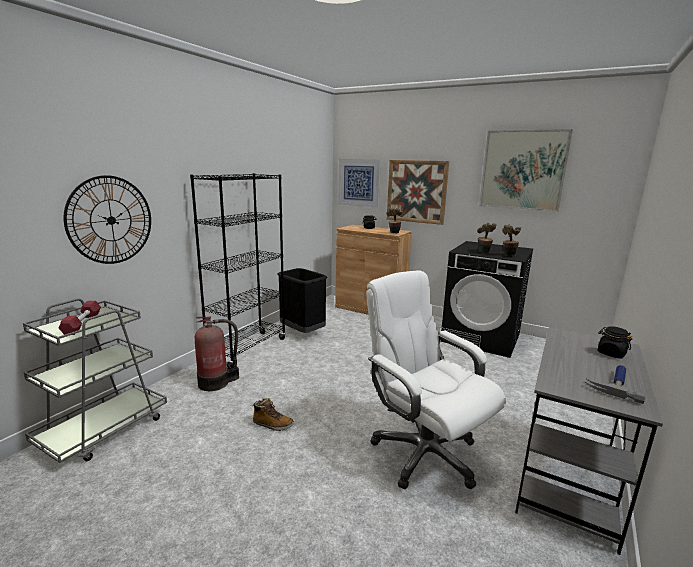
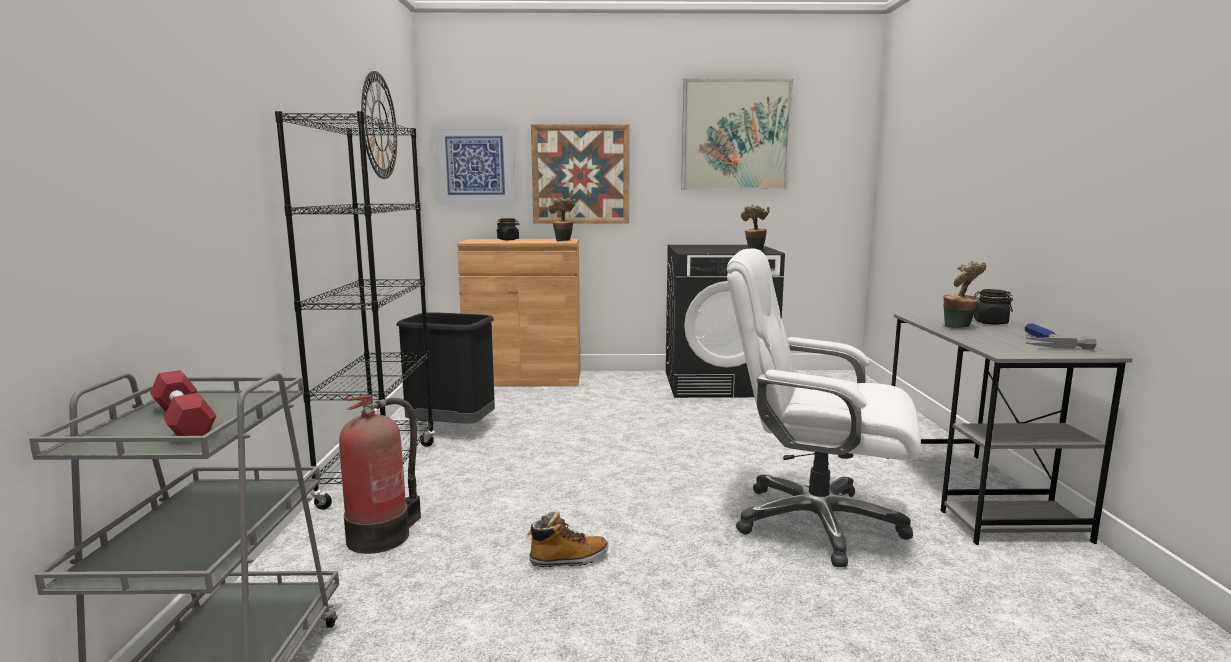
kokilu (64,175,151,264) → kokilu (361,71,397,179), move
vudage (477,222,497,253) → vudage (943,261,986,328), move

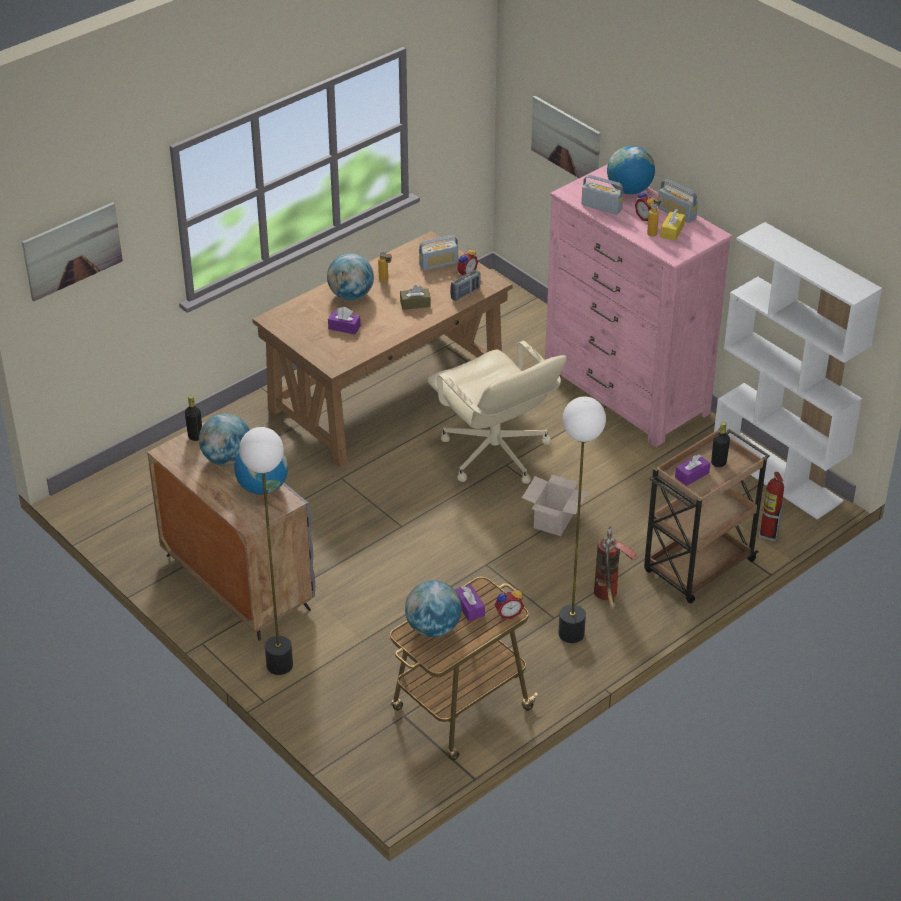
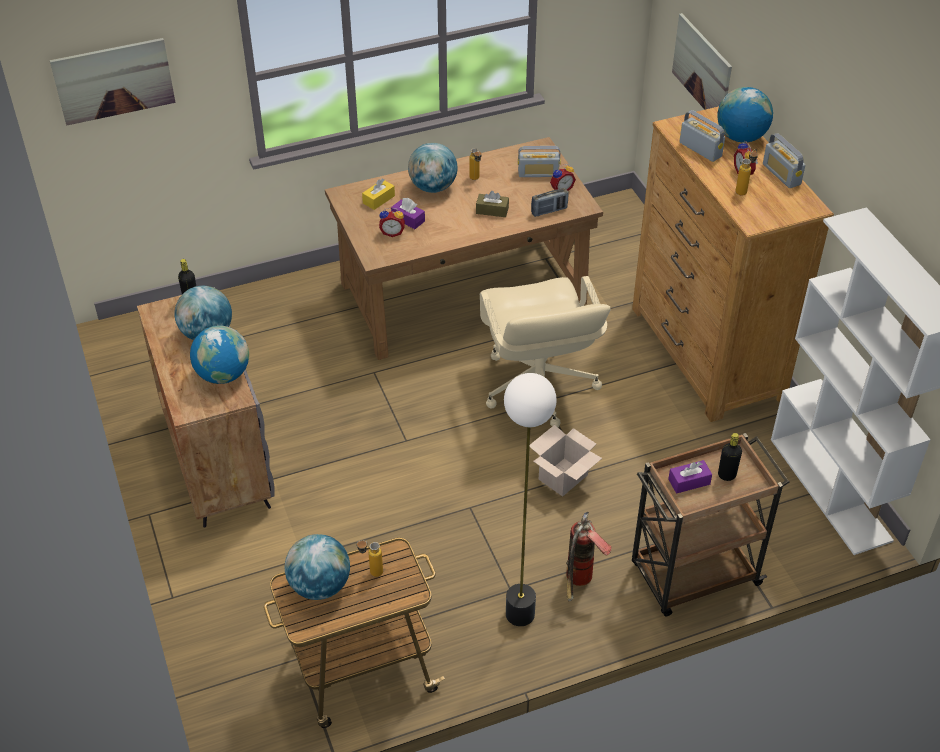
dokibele (239,427,293,675) → -
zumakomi (758,472,784,541) → -
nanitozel (495,588,524,619) → nanitozel (379,207,405,237), move
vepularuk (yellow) (660,209,685,241) → vepularuk (yellow) (362,178,395,210), move
vepularuk (purple) (455,584,485,621) → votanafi (356,540,383,577)
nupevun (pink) (545,164,733,447) → nupevun (brown) (632,106,834,422)

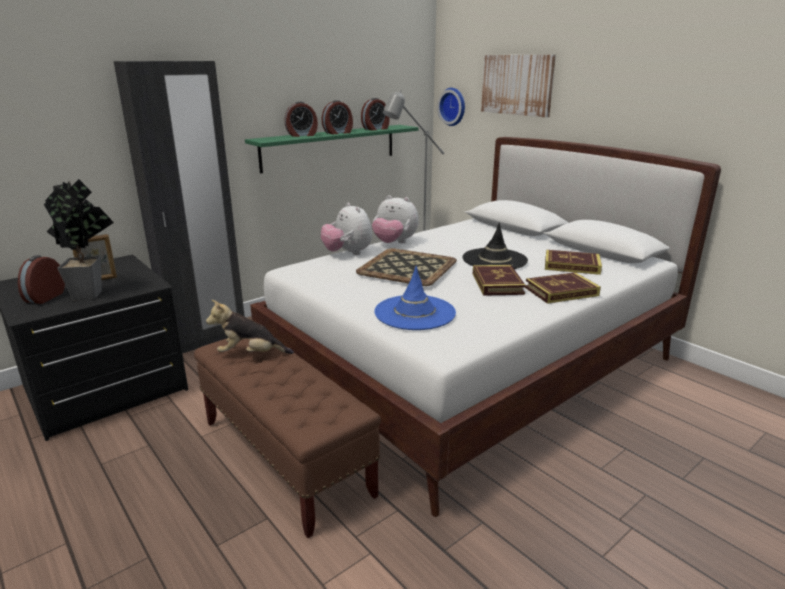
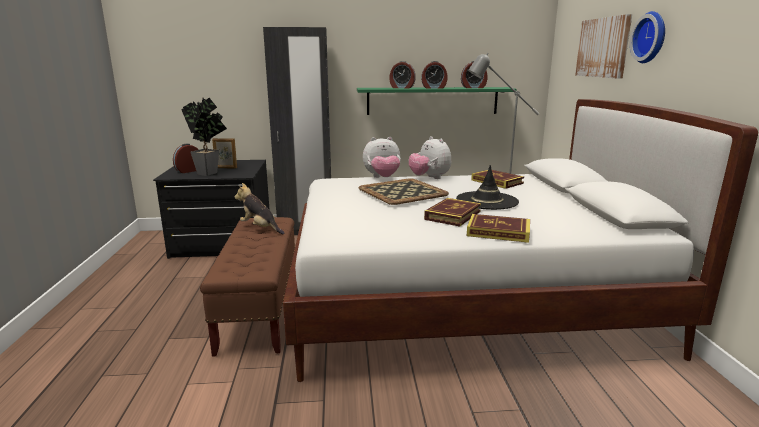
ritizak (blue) (375,266,456,330) → -
kokilu (437,88,465,126) → kokilu (630,11,665,63), move
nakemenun (545,250,602,275) → nakemenun (471,170,524,189), move
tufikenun (321,202,372,255) → tufikenun (363,137,401,178), 105 degrees counterclockwise

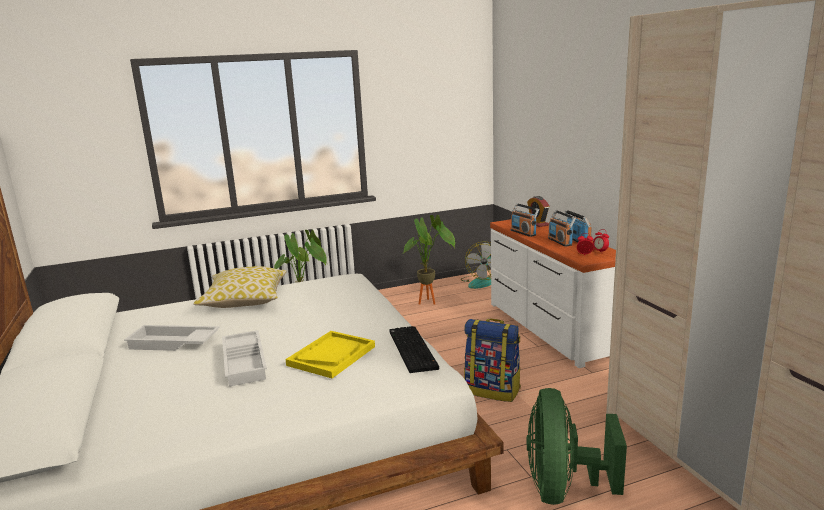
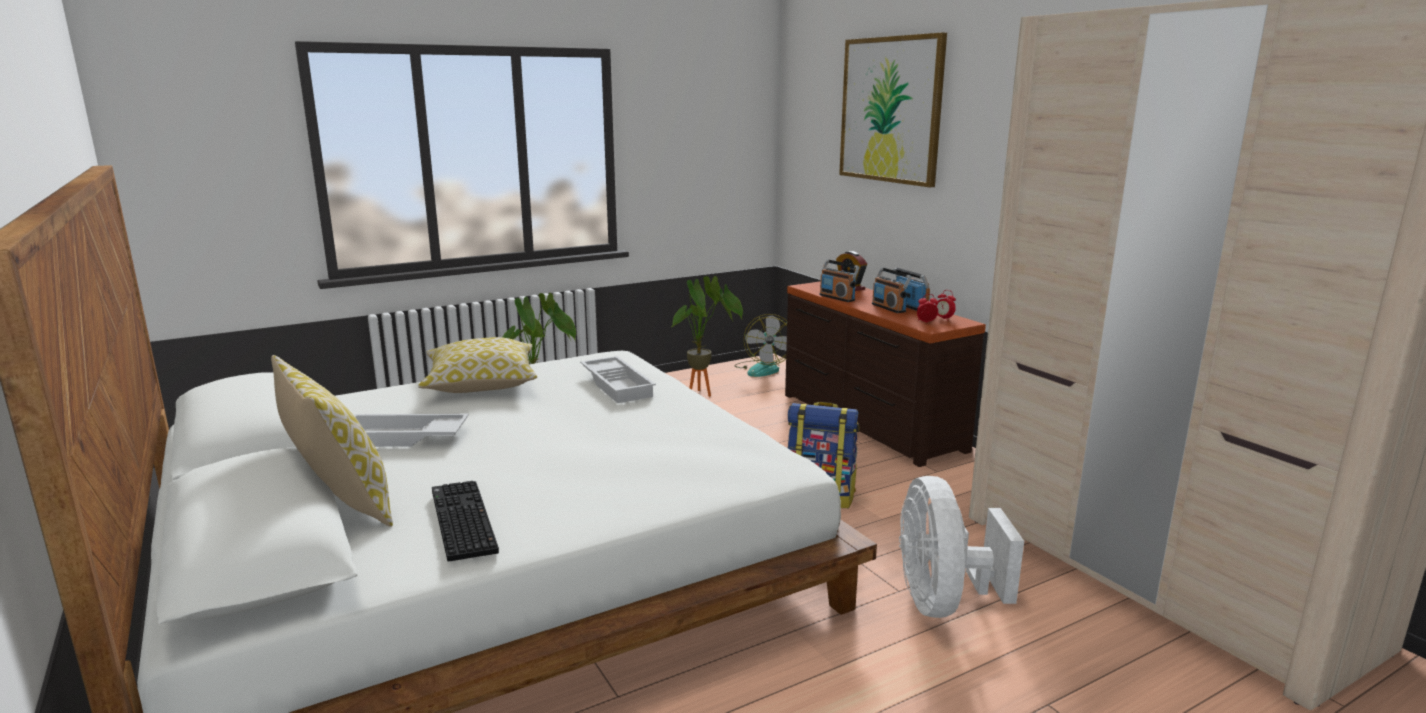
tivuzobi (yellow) (285,331,375,378) → -
- → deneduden (271,355,393,527)
- → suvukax (839,33,947,187)
tivuzobi (white) (222,330,267,387) → tivuzobi (white) (580,356,656,403), move
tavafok (389,326,439,373) → tavafok (432,481,499,562), move
nupevun (white) (490,219,616,368) → nupevun (brown) (785,281,986,467)
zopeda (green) (527,388,627,505) → zopeda (white) (899,476,1024,618)

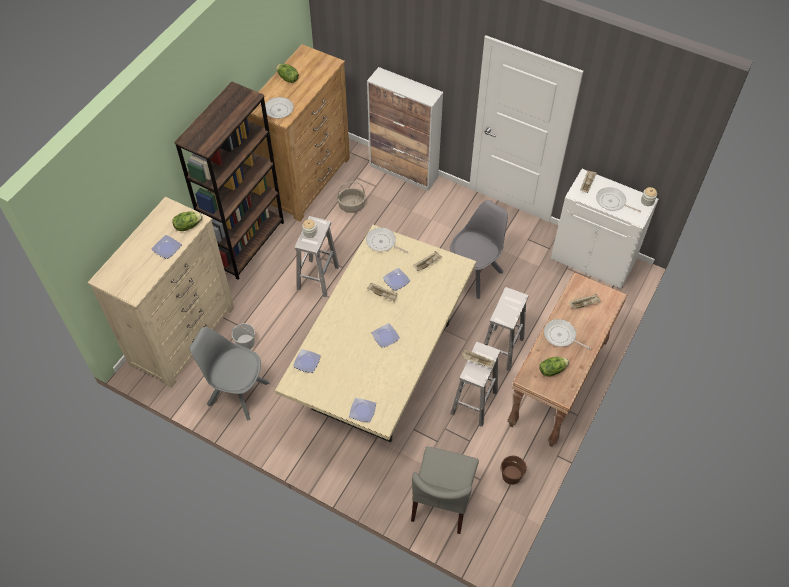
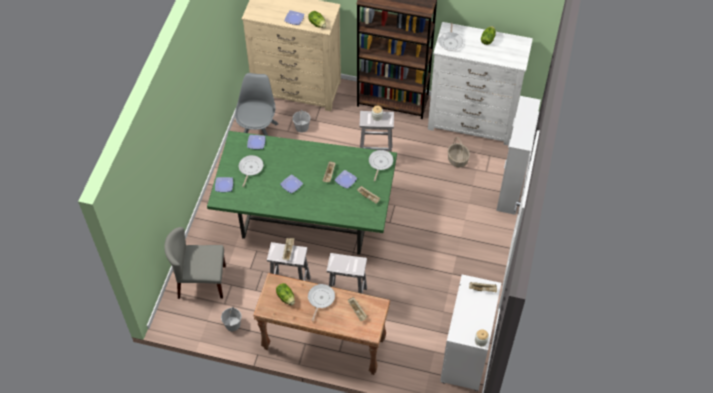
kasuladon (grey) (450,200,508,299) → -
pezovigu (596,187,641,212) → pezovigu (239,155,263,187), move
nupevun (brown) (247,44,350,221) → nupevun (white) (428,22,533,145)
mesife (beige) (275,225,476,442) → mesife (green) (207,131,397,255)
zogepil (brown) (501,456,527,485) → zogepil (white) (221,307,241,331)

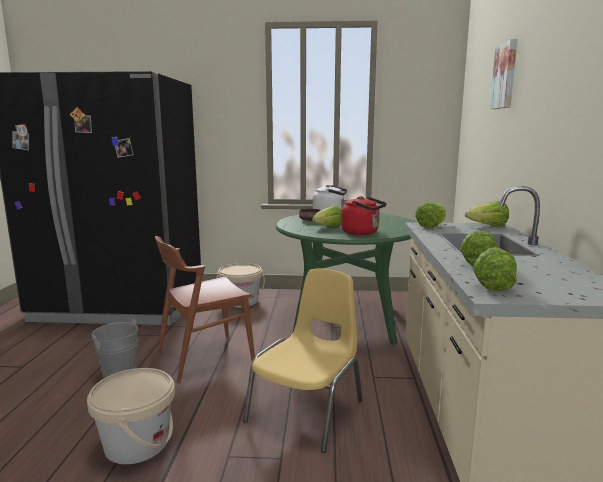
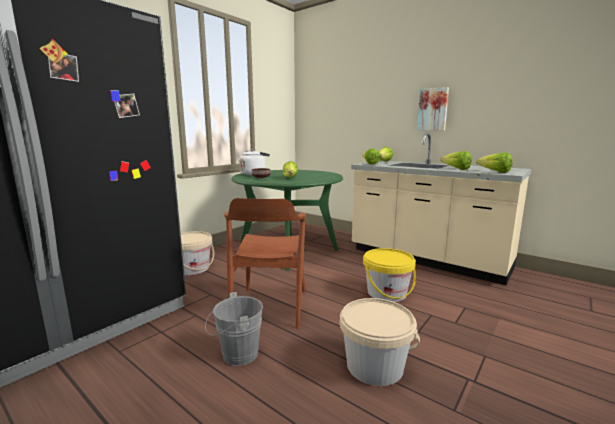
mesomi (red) (341,196,387,235) → -
suvukax (490,39,518,109) → suvukax (417,87,449,131), move
kasuladon (yellow) (243,268,362,453) → zogepil (yellow) (363,248,416,302)

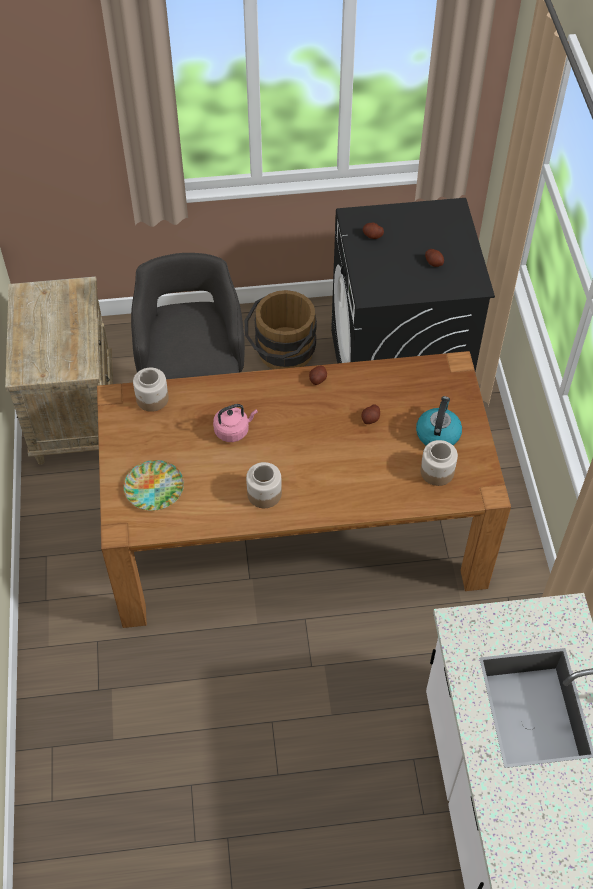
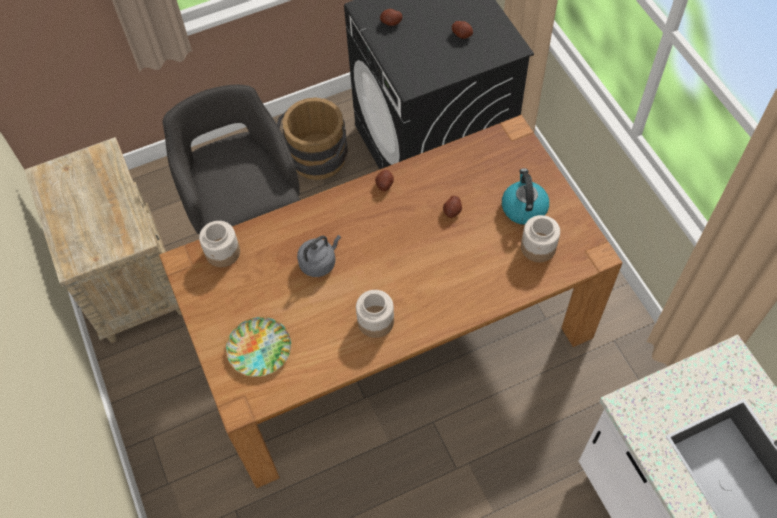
mesomi (pink) (213,404,258,442) → mesomi (grey) (297,235,341,277)

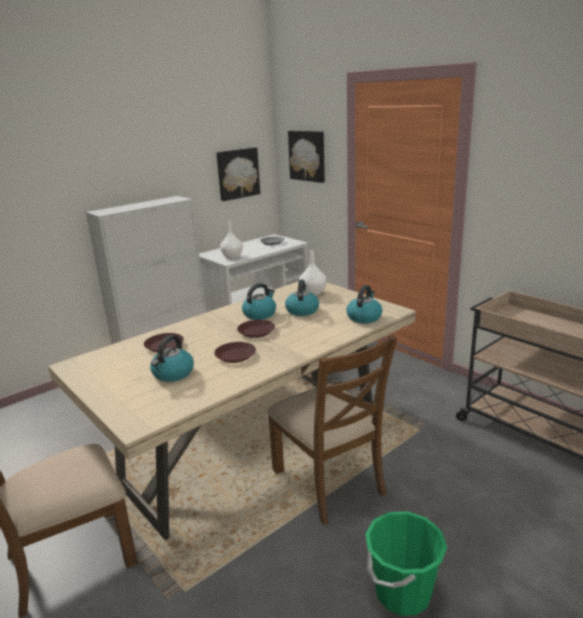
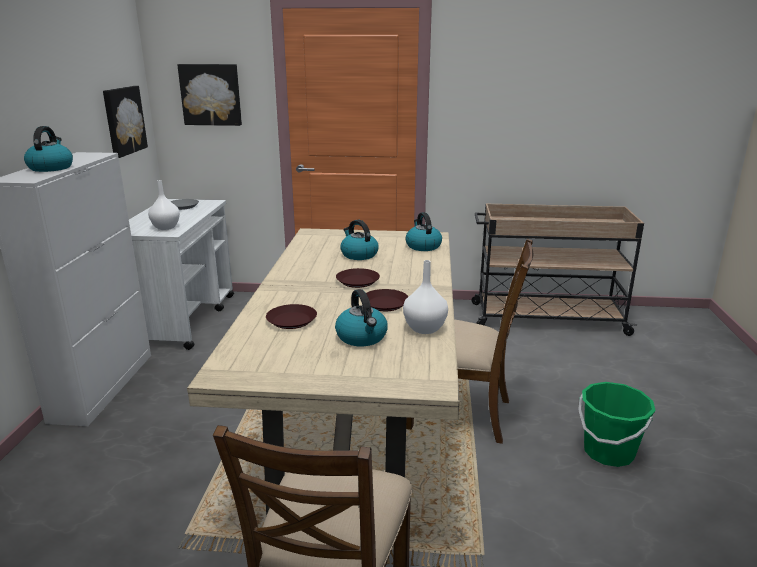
mesomi (242,283,276,320) → mesomi (24,126,73,172), move
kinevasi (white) (299,250,327,296) → kinevasi (white) (403,260,448,334), move

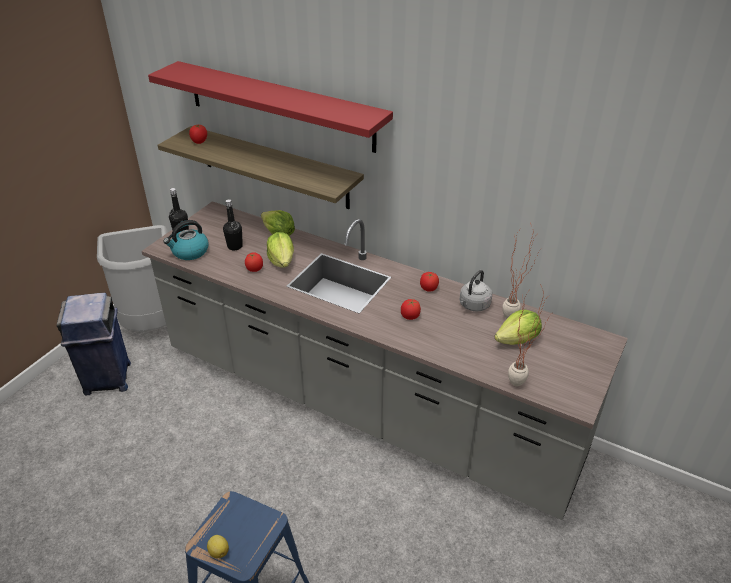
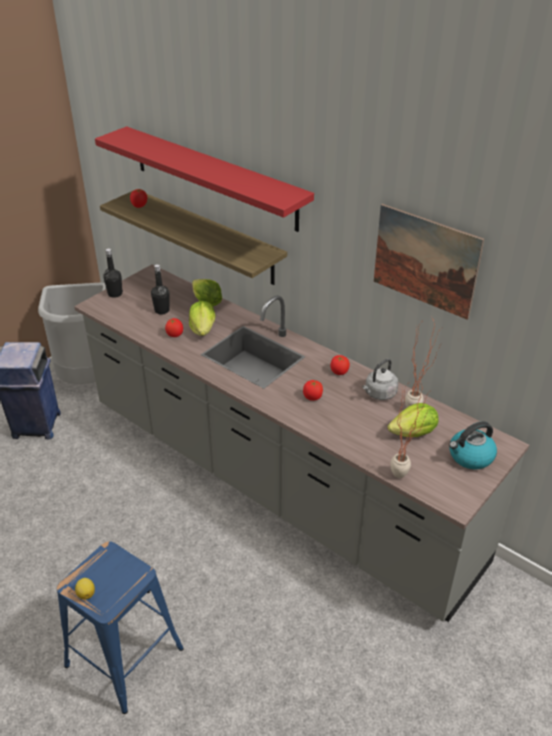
- → suvukax (374,204,484,320)
mesomi (163,220,209,260) → mesomi (449,421,497,469), move

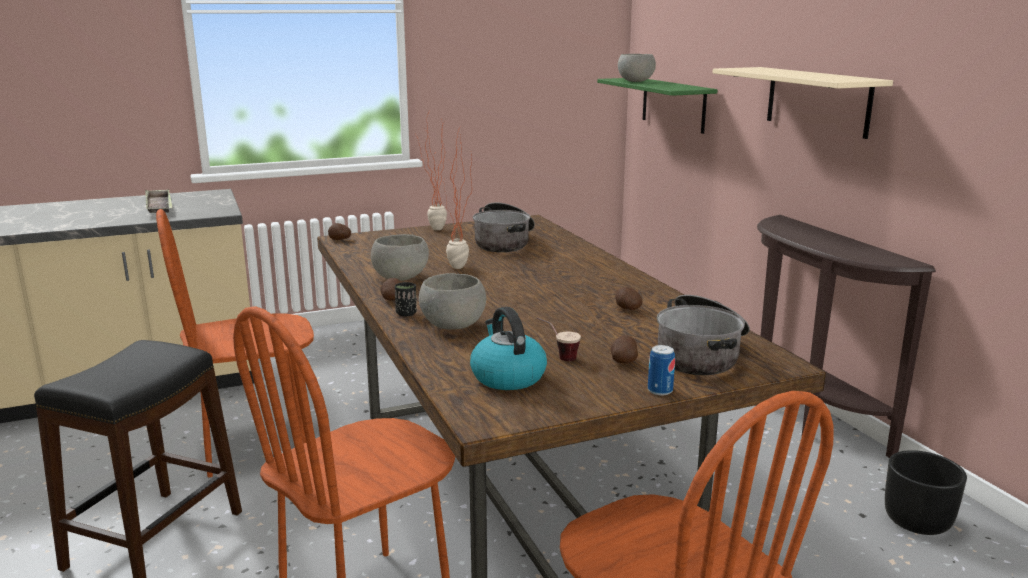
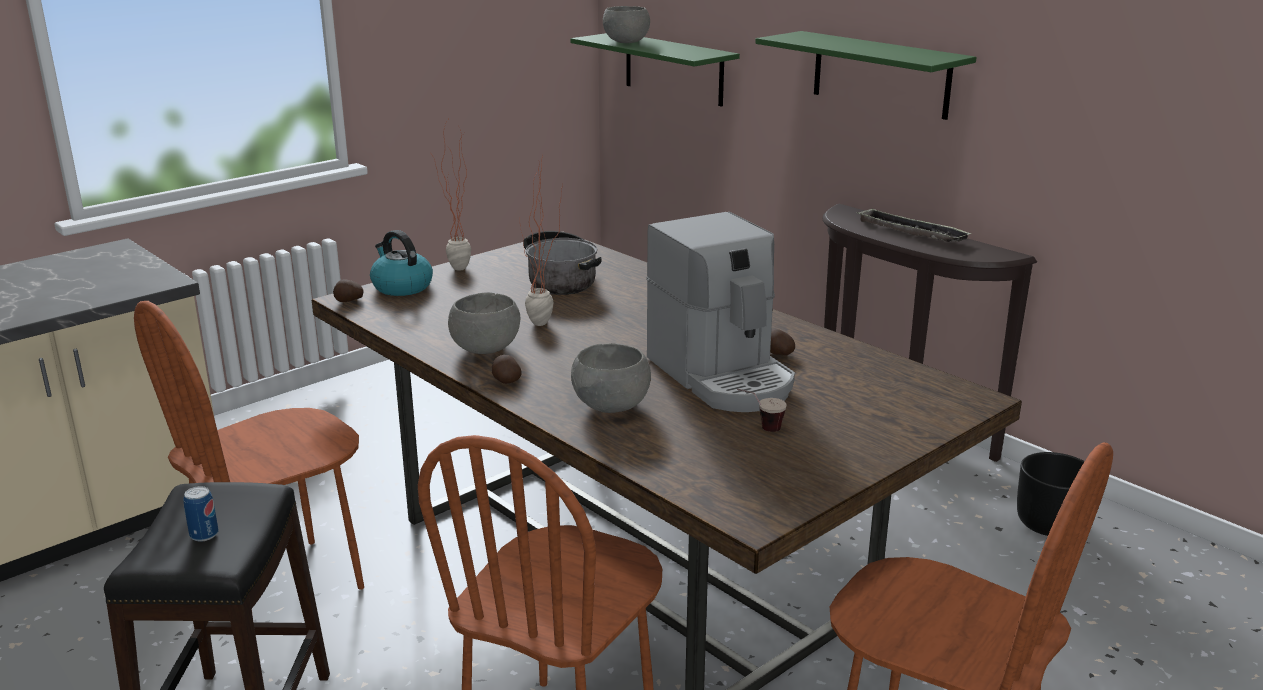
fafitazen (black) (395,282,417,316) → -
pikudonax (610,335,638,363) → -
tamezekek (657,295,750,375) → -
- → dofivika (646,212,795,412)
tivuzobi (145,189,173,213) → tivuzobi (857,208,972,242), move
mesomi (470,307,547,390) → mesomi (370,230,433,296), move
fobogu (648,345,675,396) → fobogu (183,486,218,542), move
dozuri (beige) (712,67,893,139) → dozuri (green) (755,31,977,120)

